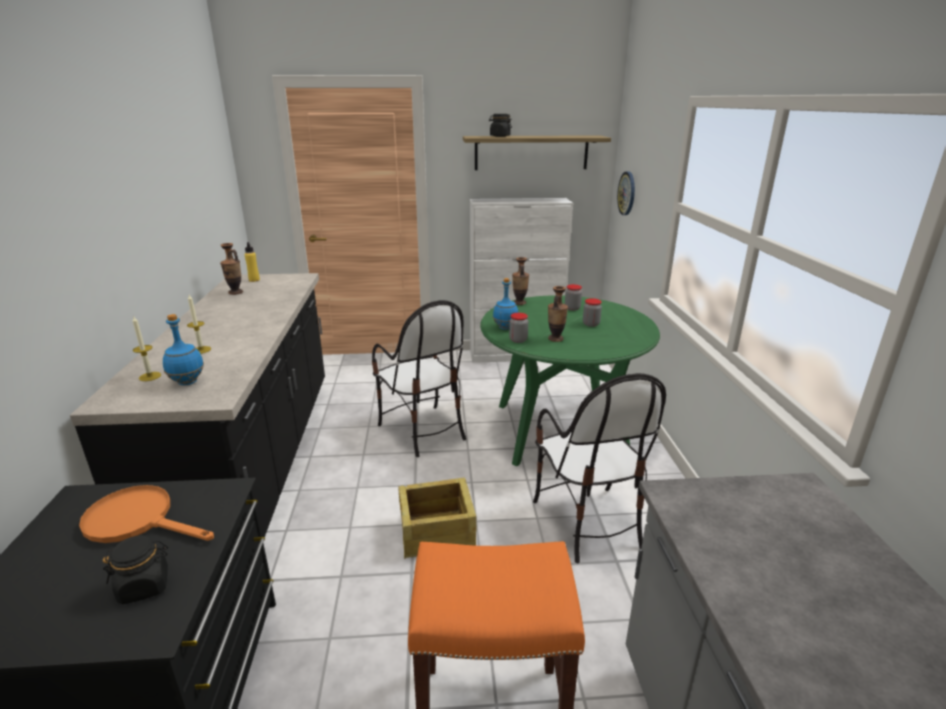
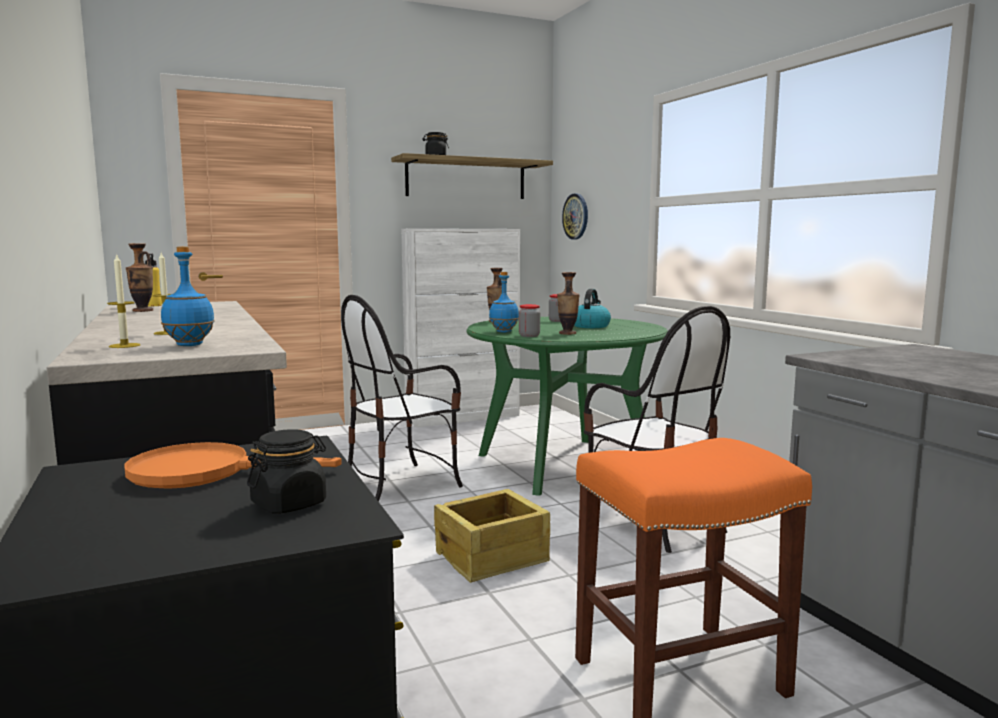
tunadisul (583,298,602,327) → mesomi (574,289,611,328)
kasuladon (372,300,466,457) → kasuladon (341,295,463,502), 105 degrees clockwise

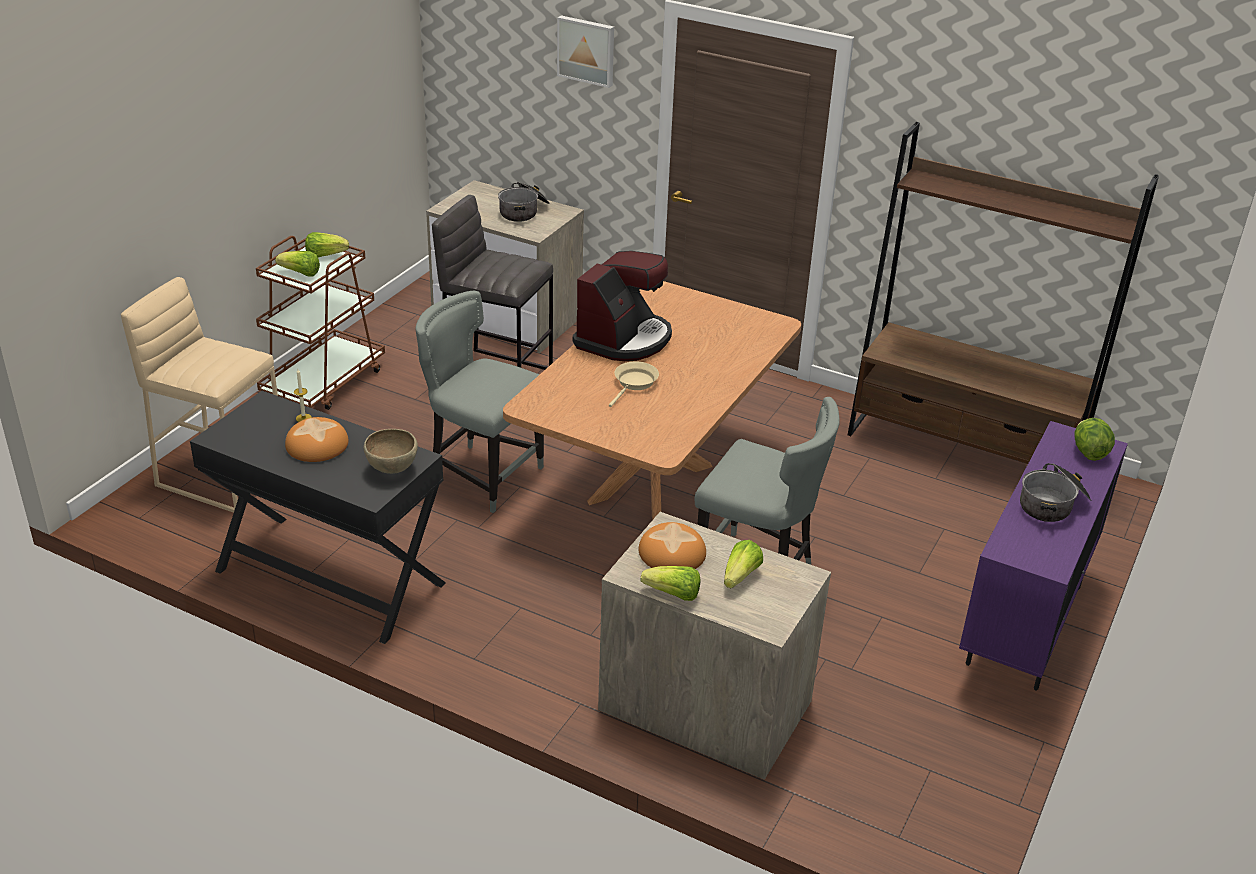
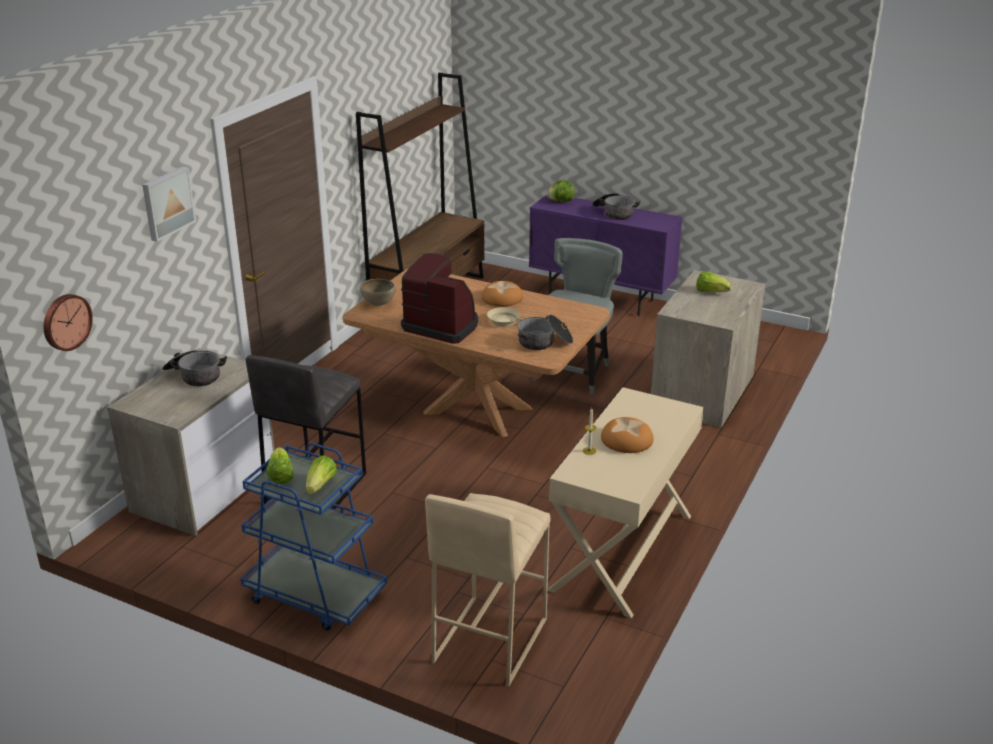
kasuladon (grey) (416,291,544,513) → -
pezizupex (641,566,701,601) → -
- → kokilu (43,294,93,351)
- → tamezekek (518,315,573,350)
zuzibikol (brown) (364,429,418,474) → zuzibikol (brown) (360,279,396,306), move
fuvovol (639,522,706,569) → fuvovol (482,281,523,307), move
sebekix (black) (190,391,446,644) → sebekix (beige) (548,387,704,618)
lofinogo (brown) (256,236,385,410) → lofinogo (blue) (240,443,387,630)

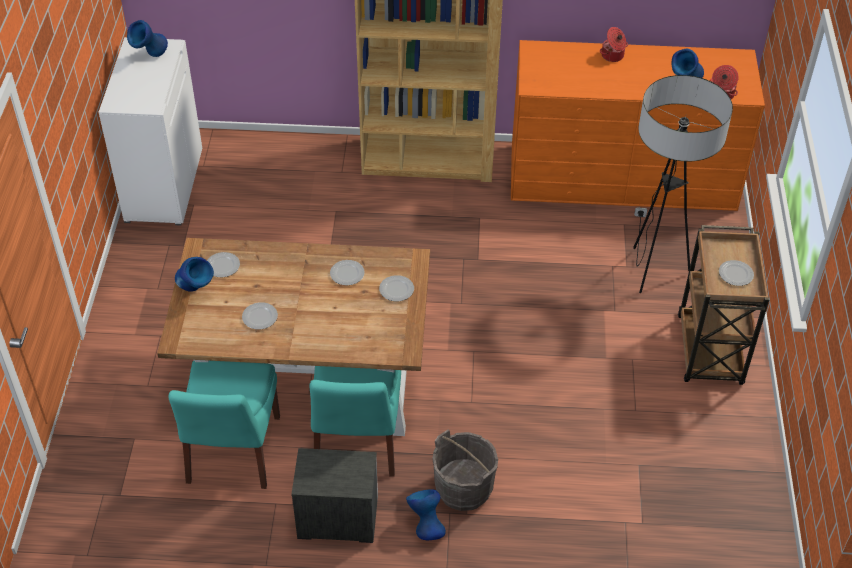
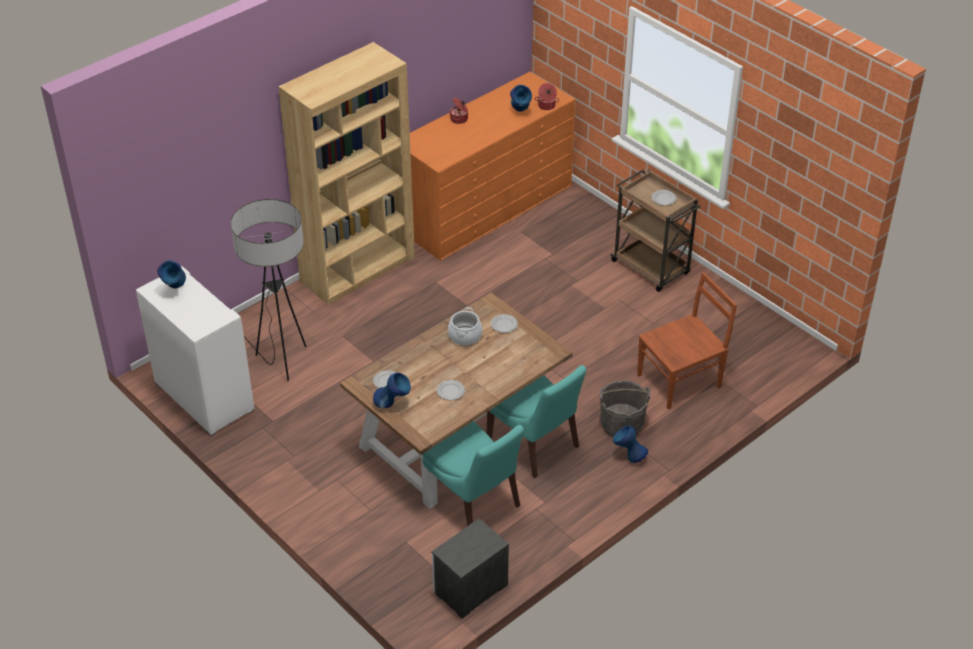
- → kasuladon (brown) (637,272,737,410)
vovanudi (291,448,378,543) → vovanudi (431,518,509,619), move
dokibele (633,75,733,293) → dokibele (231,199,306,381), move
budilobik (330,260,365,285) → tamezekek (448,307,483,346)

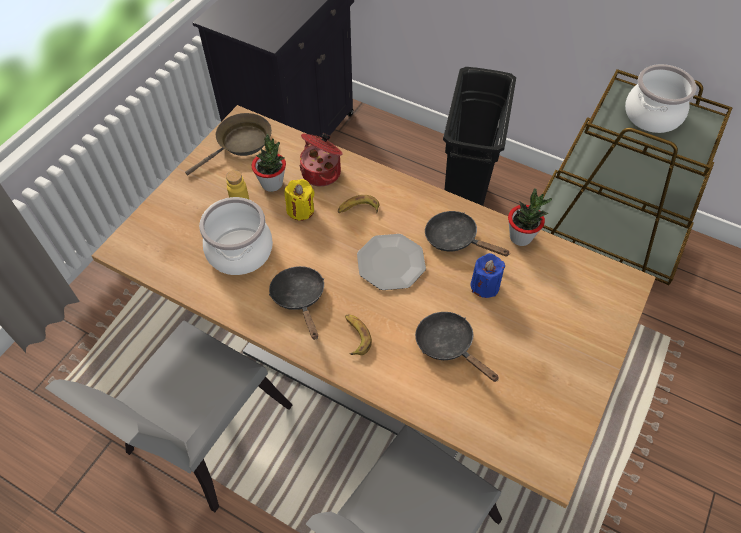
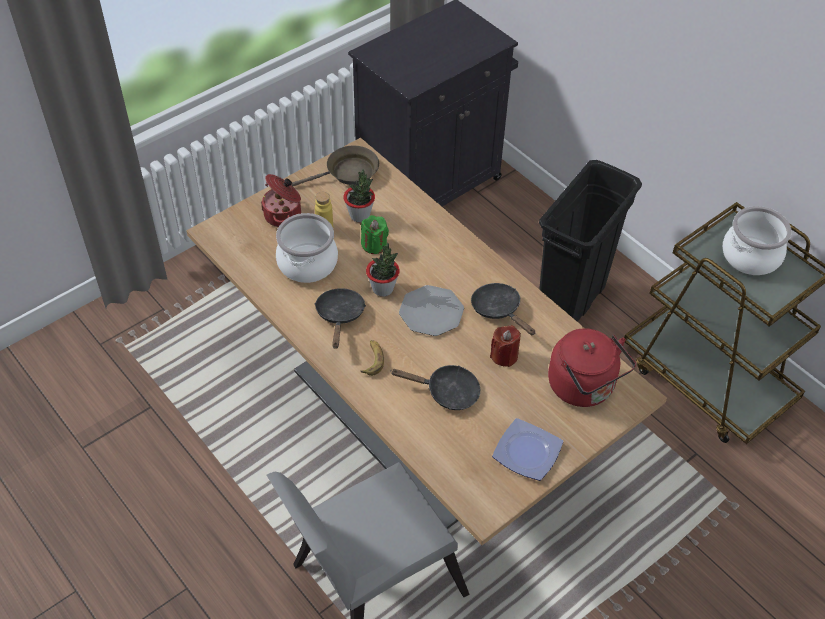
kasuladon (grey) (45,320,292,512) → -
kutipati (338,195,379,213) → -
- → budilobik (492,418,563,481)
- → mesomi (red) (548,328,636,407)
tamezekek (300,133,343,187) → tamezekek (261,174,301,227), move
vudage (508,188,552,246) → vudage (366,243,400,297), move
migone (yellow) (285,179,314,221) → migone (green) (361,215,389,254)
migone (blue) (471,253,505,298) → migone (red) (490,325,521,367)
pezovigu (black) (415,312,499,382) → pezovigu (black) (390,365,480,410), 120 degrees clockwise

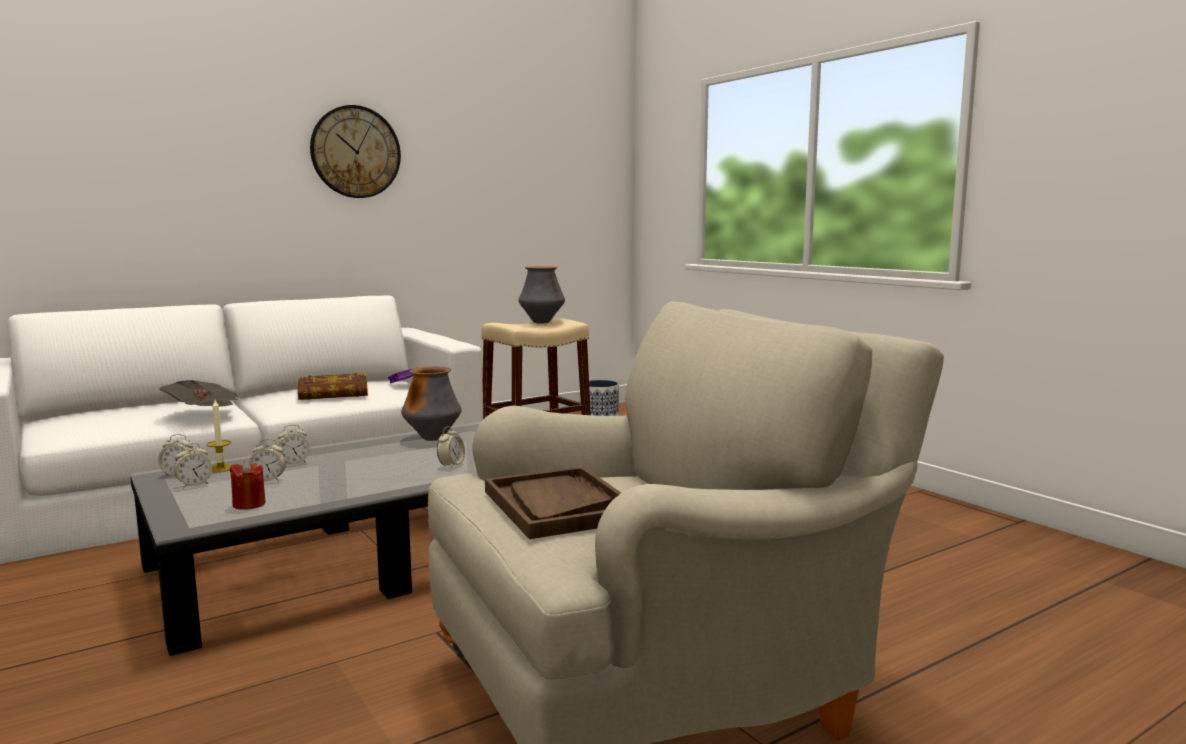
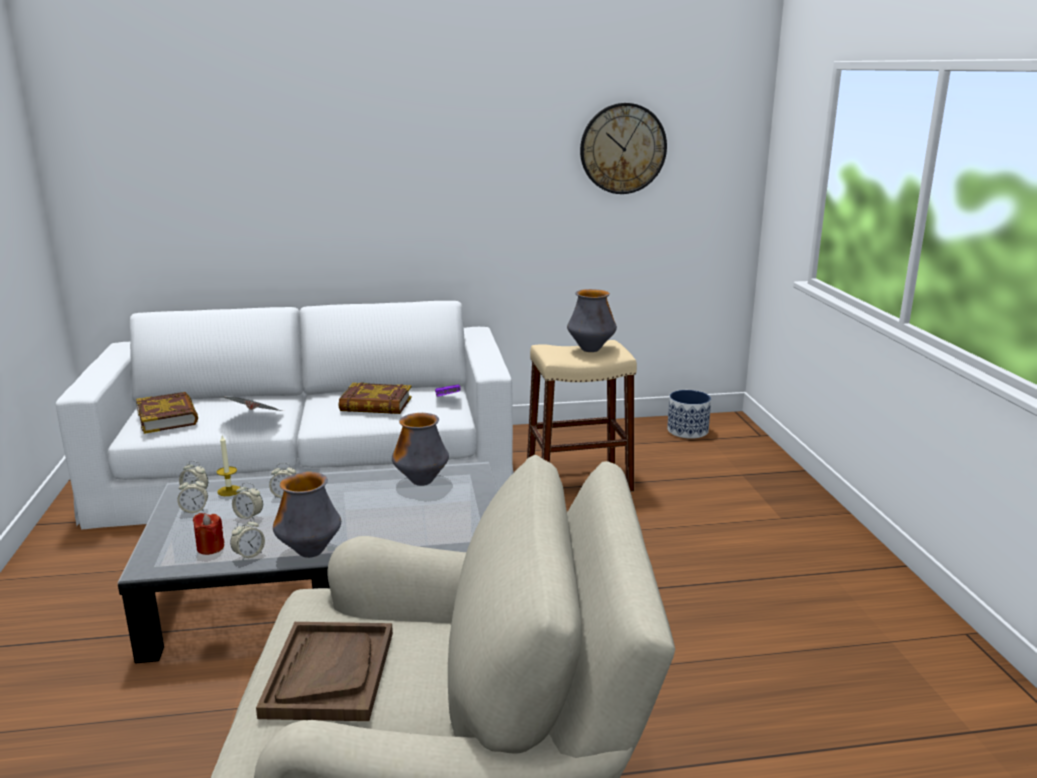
- → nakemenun (136,392,198,434)
- → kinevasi (273,472,341,558)
kokilu (310,105,401,198) → kokilu (580,103,667,194), move
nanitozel (437,426,465,469) → nanitozel (230,518,265,561), move

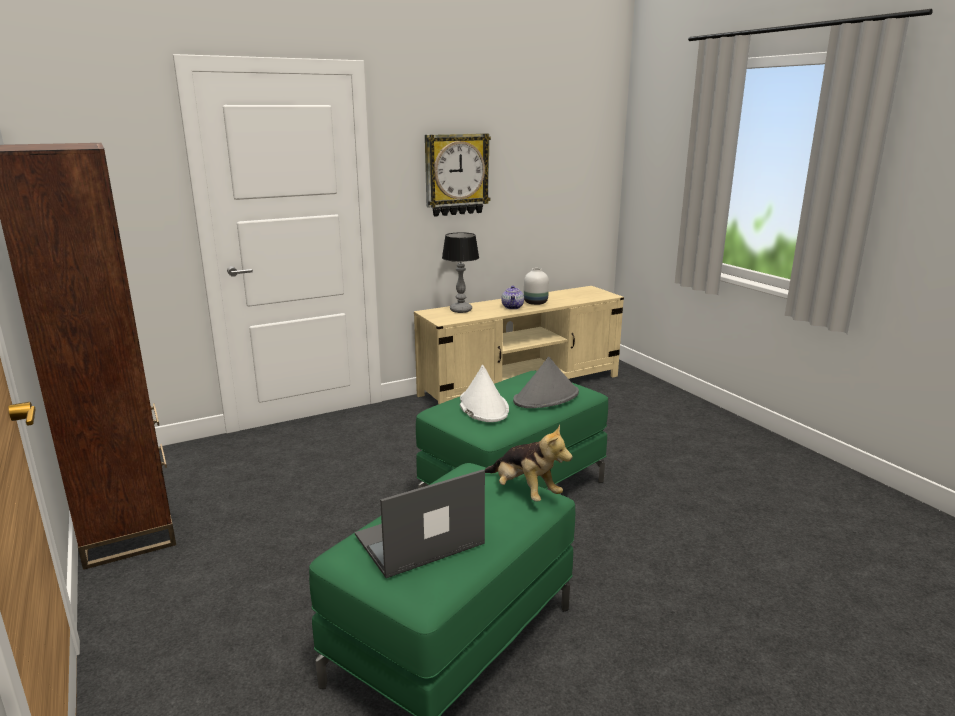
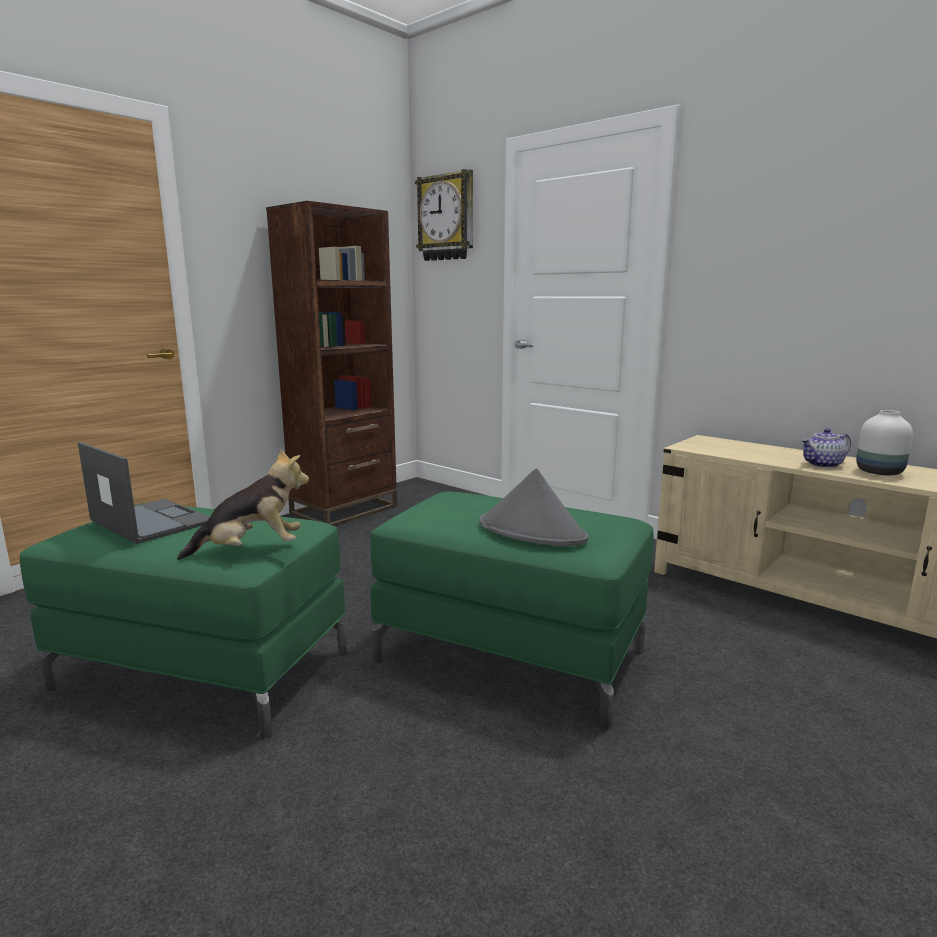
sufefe (442,232,479,313) → -
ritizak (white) (460,365,509,422) → -
kokilu (425,133,491,217) → kokilu (415,169,473,261), move
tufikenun (485,424,572,501) → tufikenun (177,448,309,560), 135 degrees counterclockwise

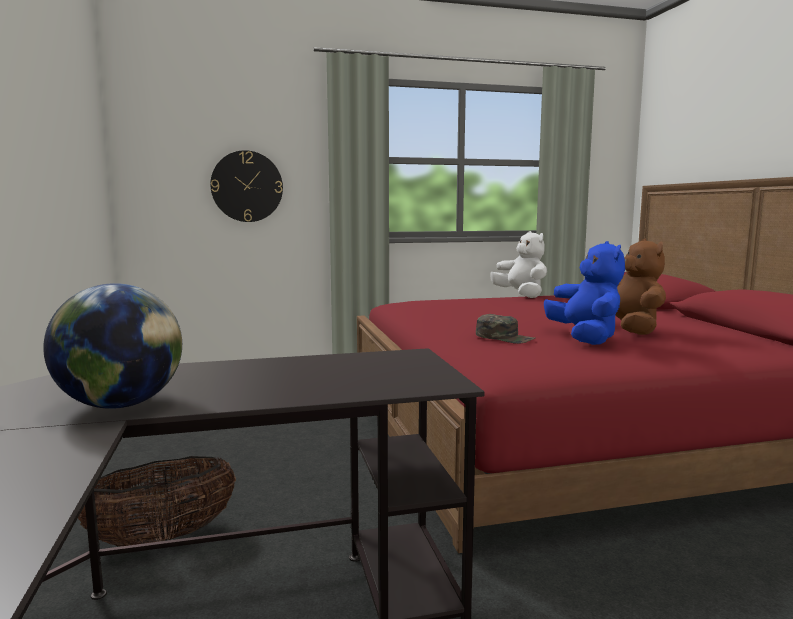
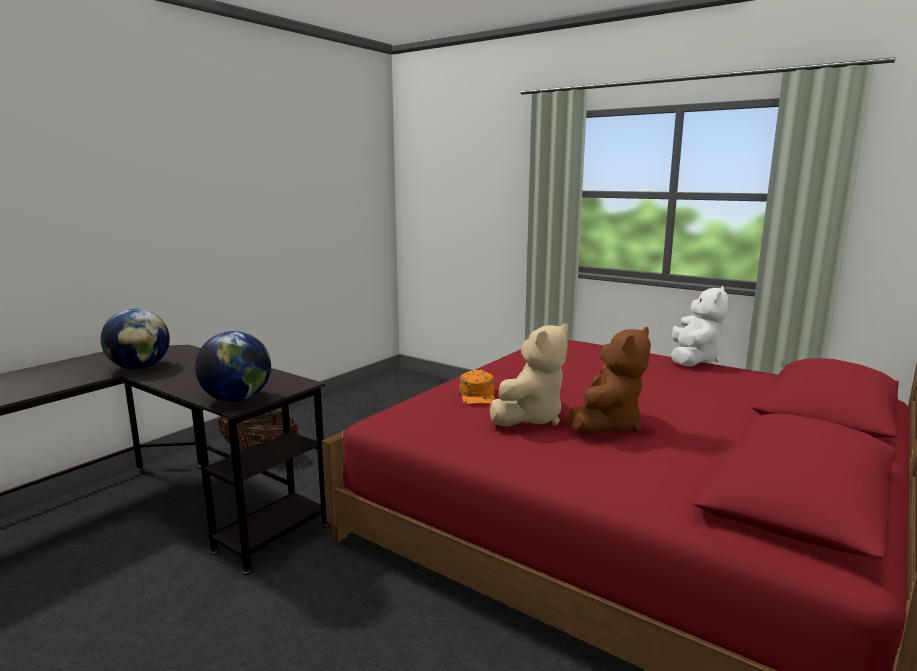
kokilu (210,150,283,222) → -
- → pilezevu (195,331,271,402)
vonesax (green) (476,314,535,344) → vonesax (orange) (460,370,495,404)
tufikenun (blue) (544,241,625,345) → tufikenun (beige) (489,323,568,427)

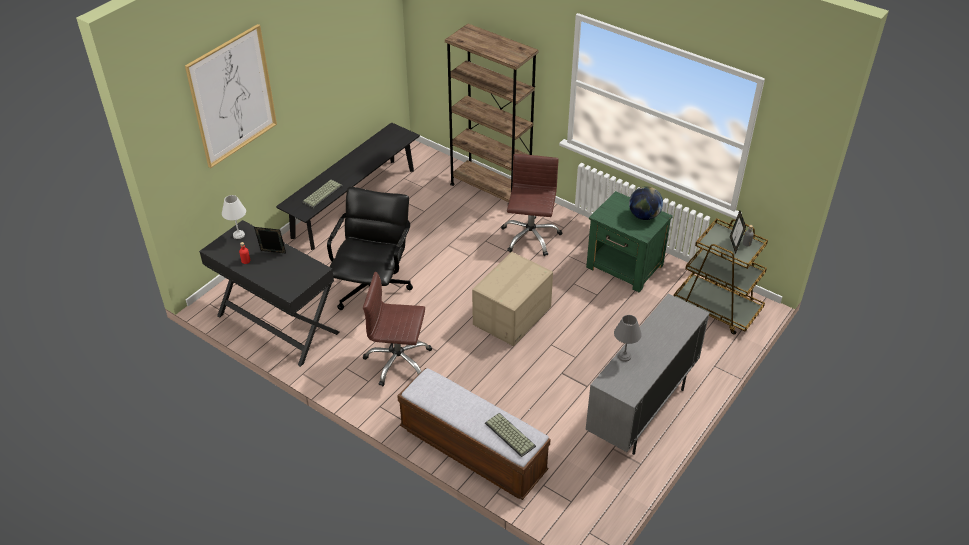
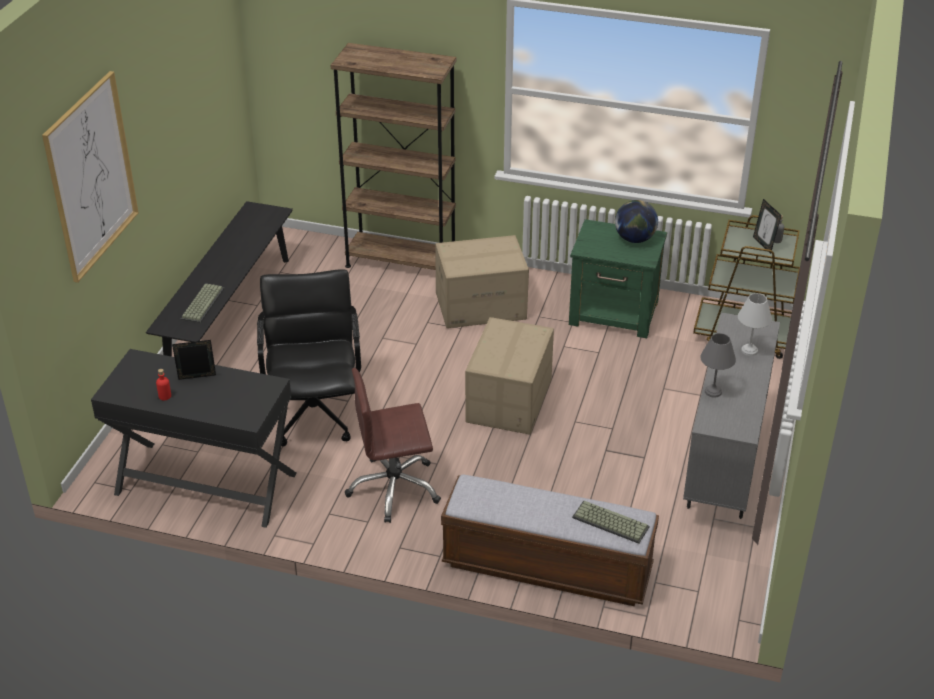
sufefe (white) (222,195,246,239) → sufefe (white) (738,293,772,356), move
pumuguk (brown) (501,154,562,256) → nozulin (435,235,529,328)

